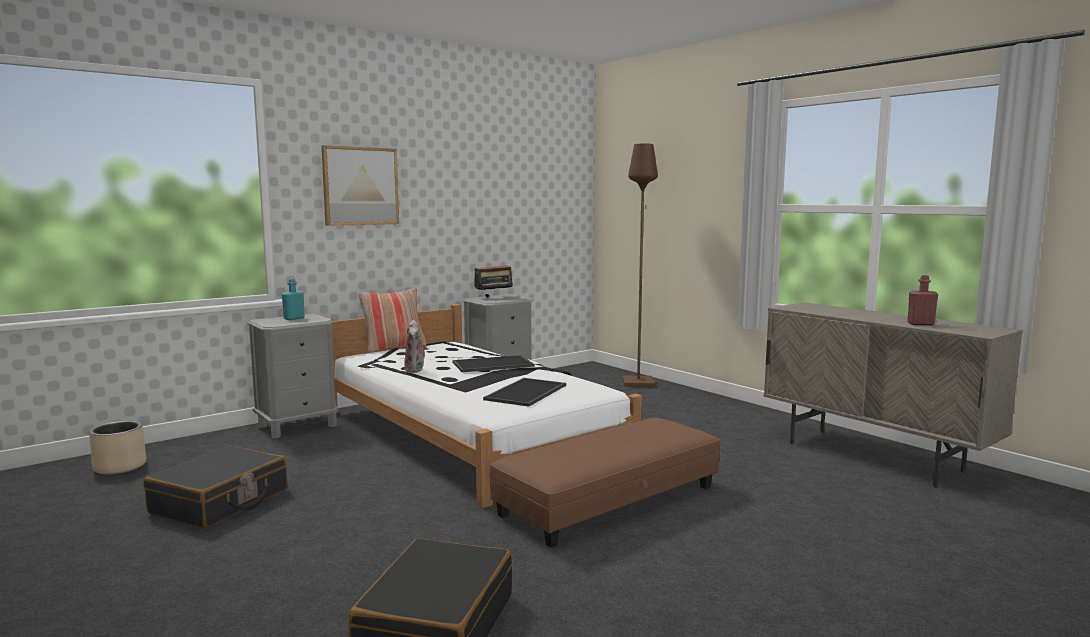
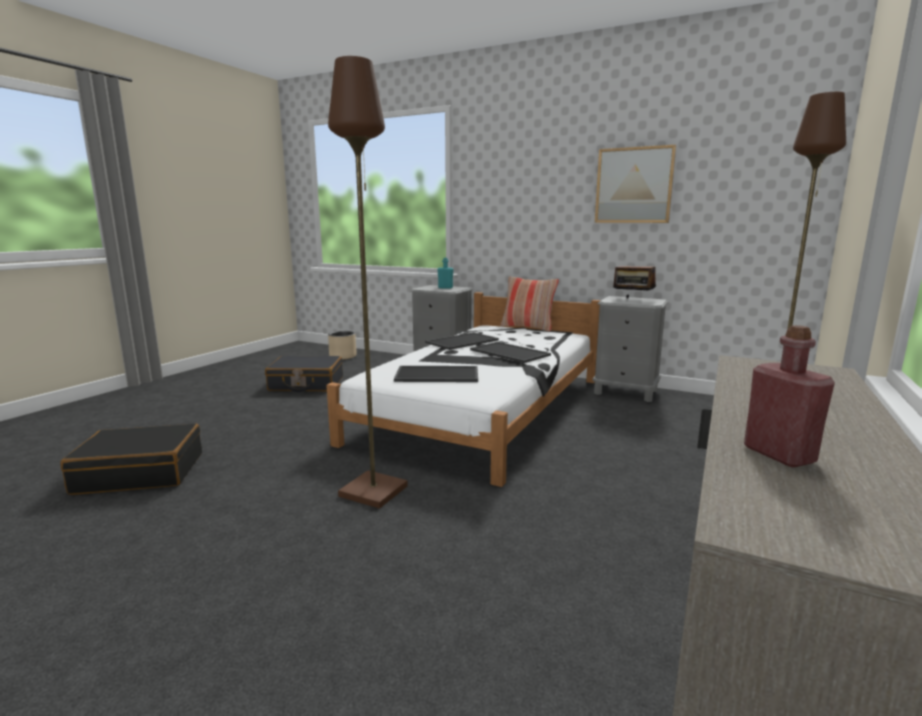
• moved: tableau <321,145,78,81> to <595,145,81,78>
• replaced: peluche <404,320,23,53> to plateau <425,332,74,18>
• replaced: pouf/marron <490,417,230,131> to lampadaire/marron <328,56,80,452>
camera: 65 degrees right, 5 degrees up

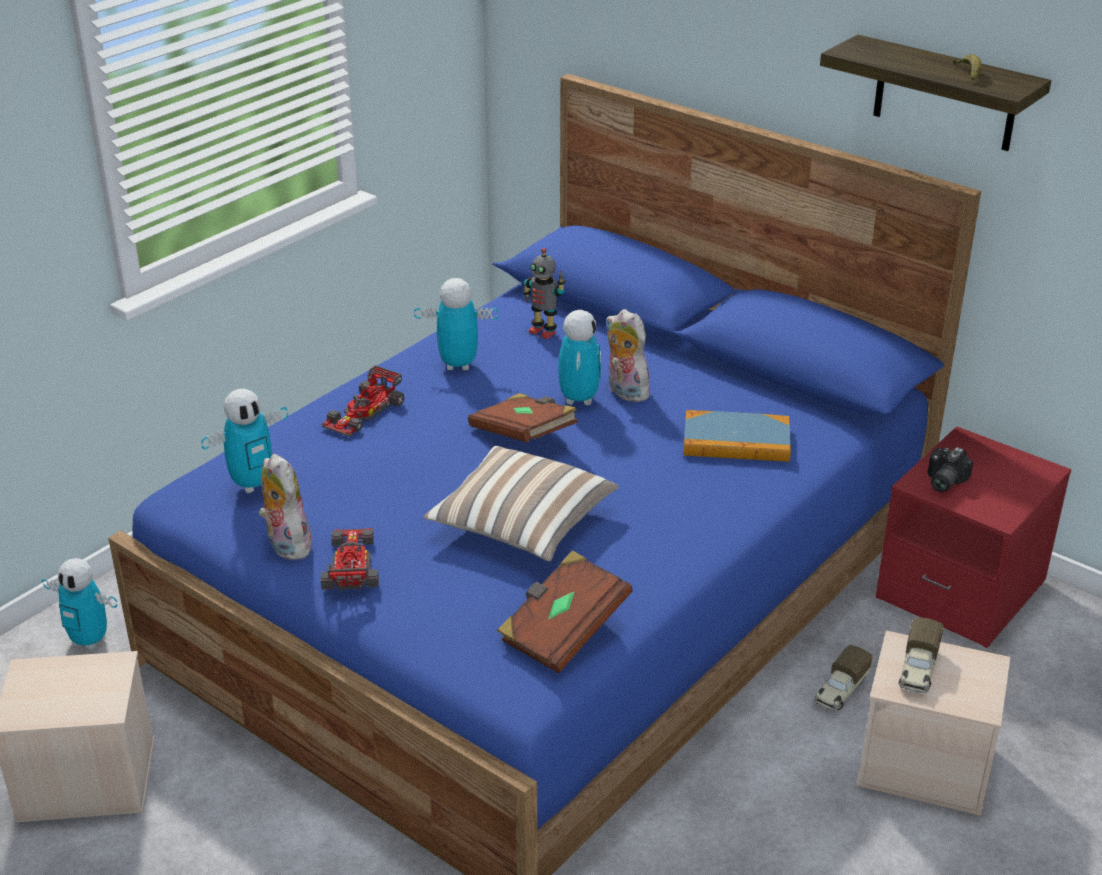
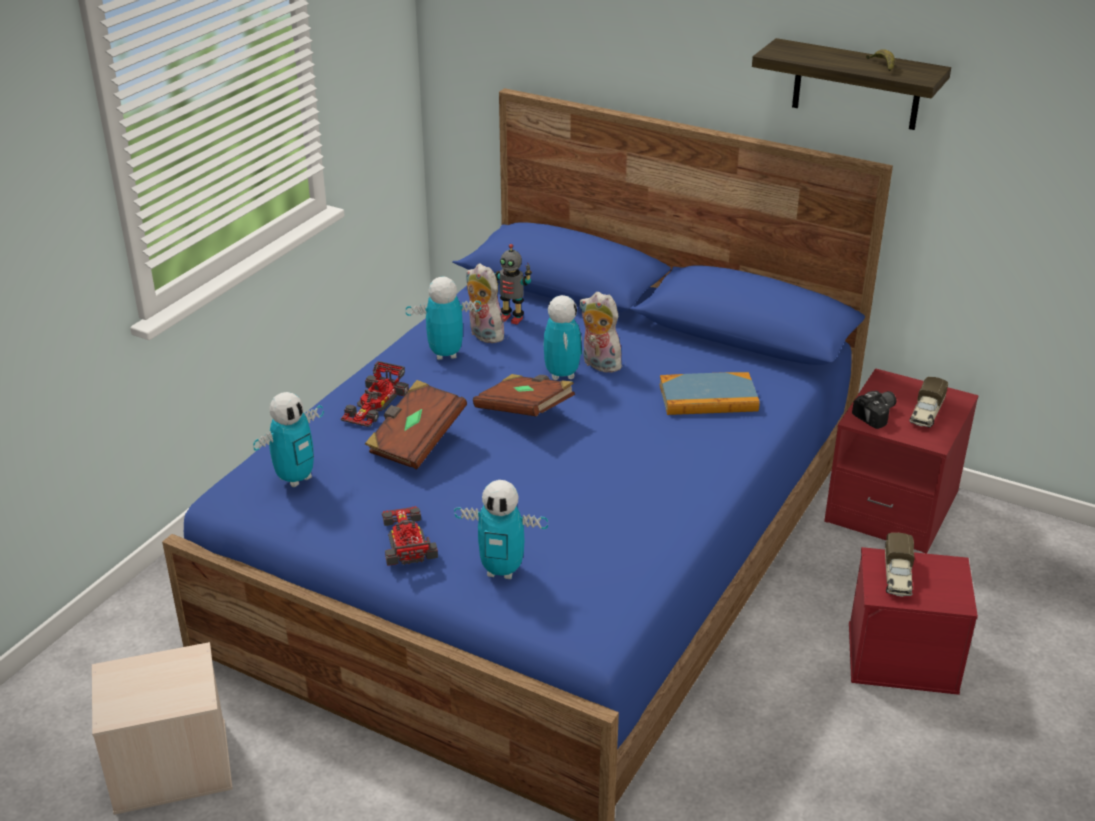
• removed: coussin <424,446,195,115>
• moved: robot jouet <42,558,75,92> to <454,480,94,99>
• moved: peluche <259,454,53,106> to <466,263,39,81>
• moved: livre/marron <497,550,136,123> to <365,380,102,90>
• moved: camion jouet <813,645,60,66> to <909,377,39,51>
• recoloured: boîte de rangement/beige <856,631,154,185> to boîte de rangement/rouge <849,547,129,148>
• turned: appareil photo <927,447,46,45> = <852,391,44,38> 150 degrees counterclockwise
camera: 10 degrees left, 0 degrees up

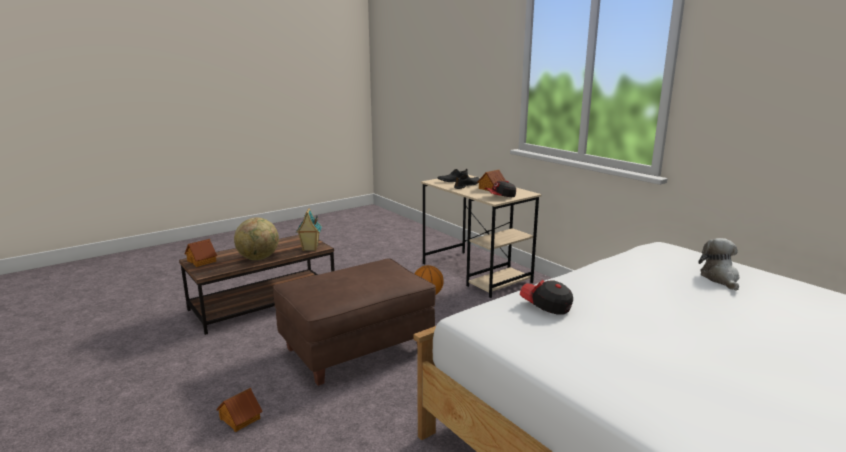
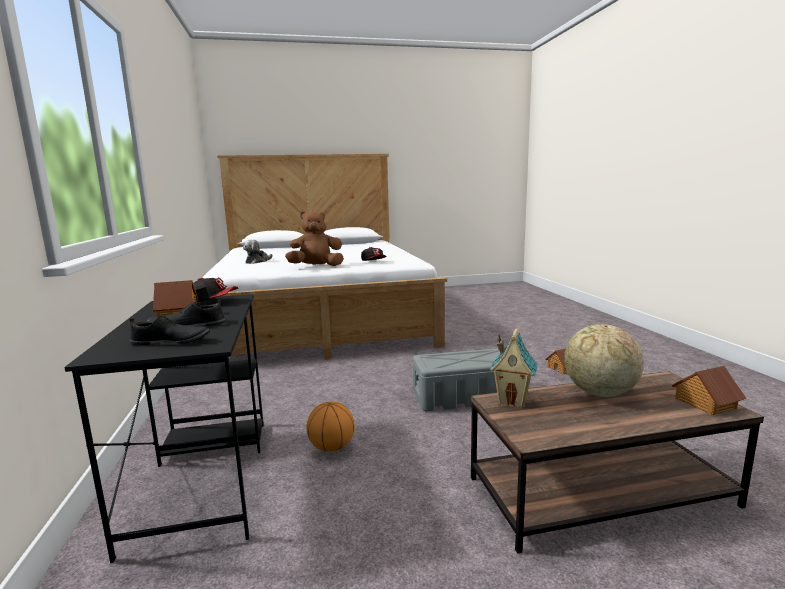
• added: peluche/marron <285,212,59,54>
• replaced: pouf/marron <273,258,163,128> to boîte de rangement/gris <413,348,87,63>
• recoloured: bureau/beige <421,175,121,123> to bureau/noir <64,294,200,269>
camera: 155 degrees left, 5 degrees down

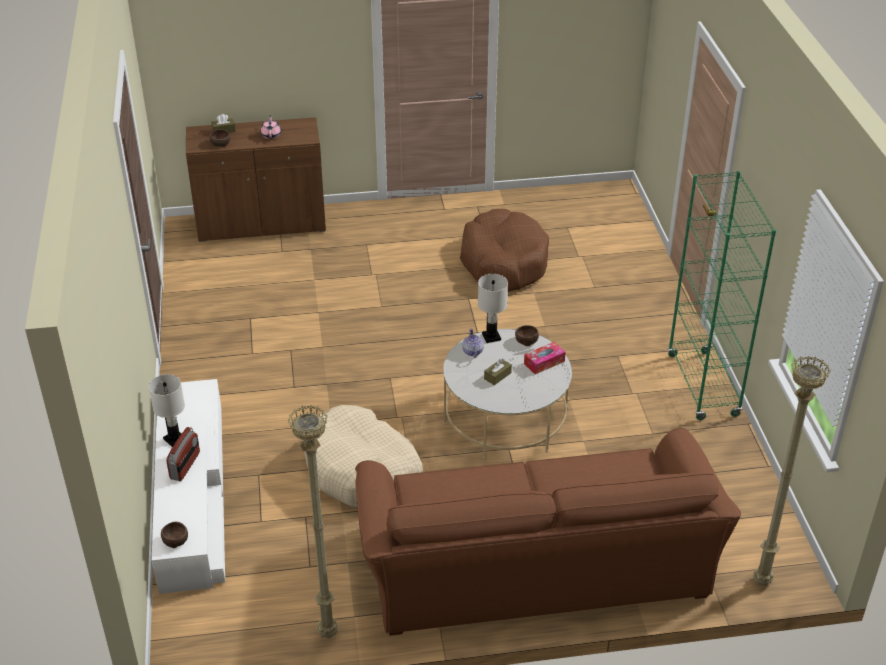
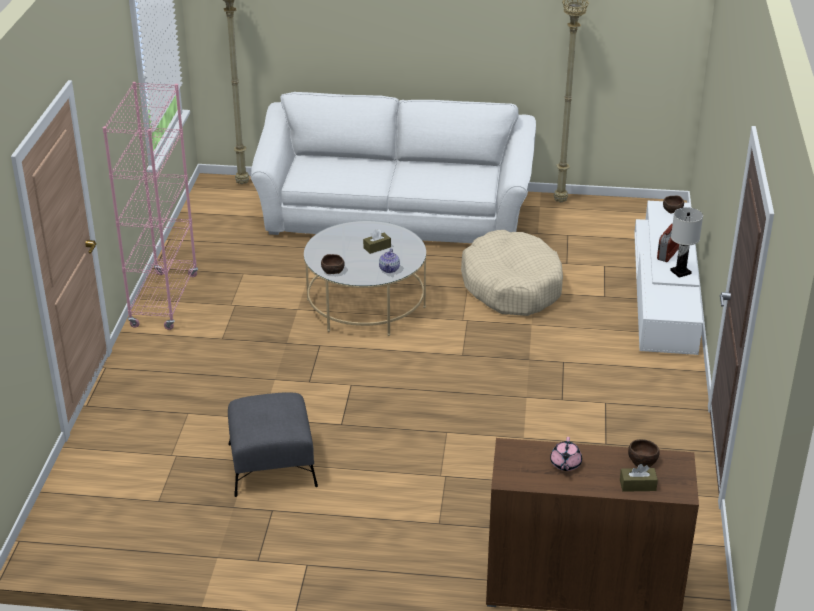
• removed: lampe de table/blanc <478,274,30,69>
• removed: boîte à mouchoirs <524,342,42,32>
• replaced: panier pour chien/marron <460,209,89,83> to pouf/gris <228,392,90,105>
• recoloured: canapé/marron <355,428,386,208> to canapé/blanc <251,92,285,151>
• recoloured: bibliothèque/vert <667,171,109,249> to bibliothèque/rose <103,82,95,248>
camera: 165 degrees left, 5 degrees down

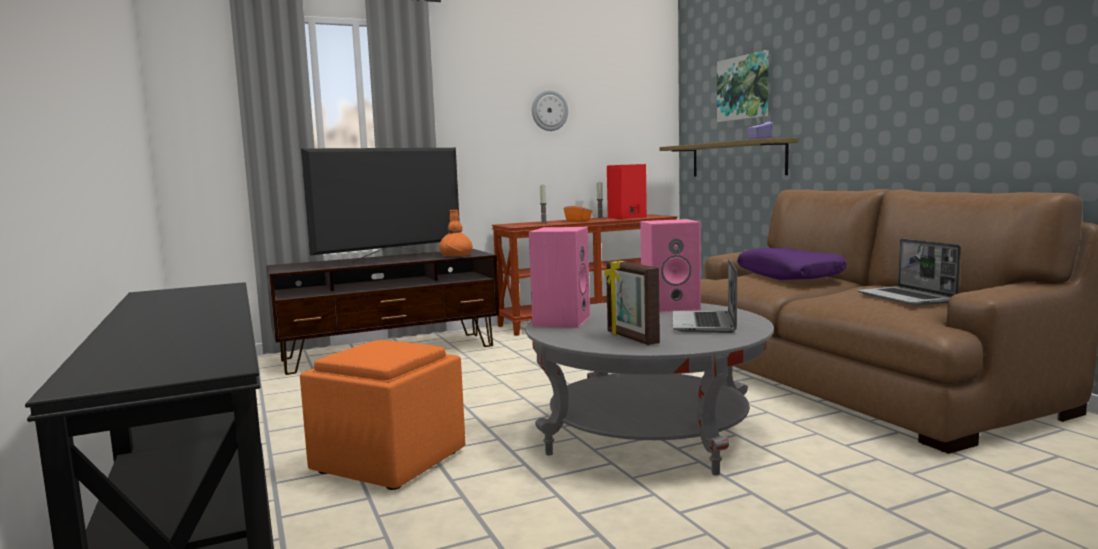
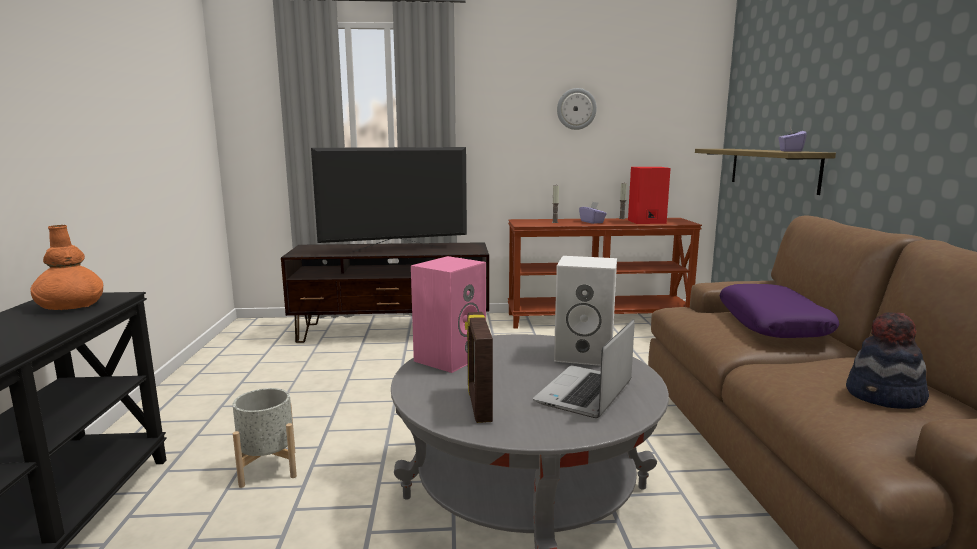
• removed: tableau <717,50,52,72>
• moved: vase/orange <439,209,34,47> to <31,225,72,85>
• replaced: pouf/orange <300,340,165,150> to cache-pot/gris <232,388,65,100>
• replaced: ordinateur portable <857,238,104,67> to chapeau <846,312,83,97>
• recoloured: boîte à mouchoirs/orange <564,201,29,21> to boîte à mouchoirs/violet <579,202,28,22>
• recoloured: enceinte/rose <640,219,61,94> to enceinte/blanc <554,256,63,110>
camera: 20 degrees right, 5 degrees up

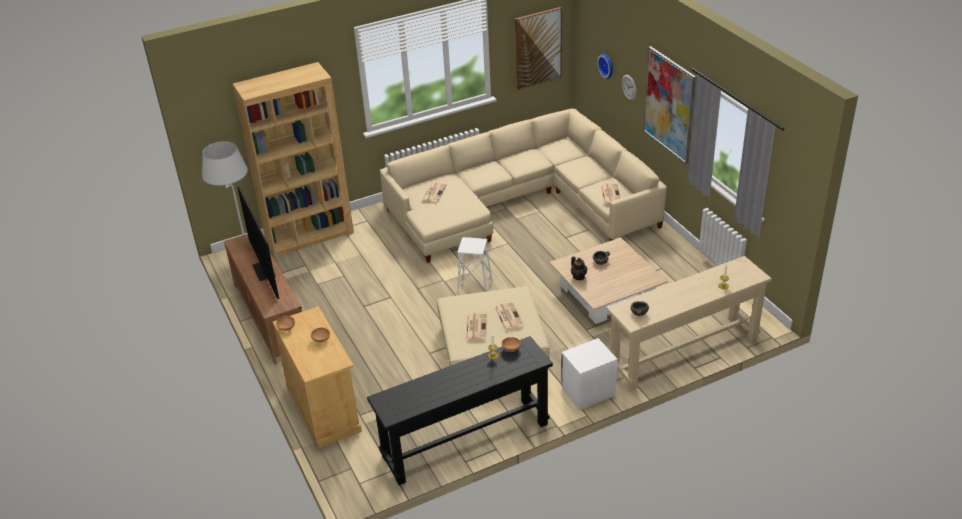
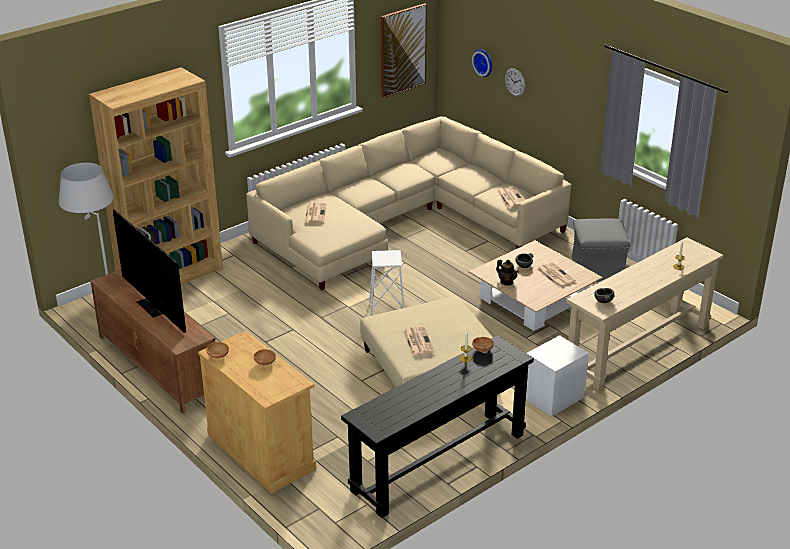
• removed: tableau <643,46,53,118>
• added: pouf/gris <571,219,59,62>
• moved: journal <494,302,30,28> to <537,262,39,25>
camera: 15 degrees left, 5 degrees down

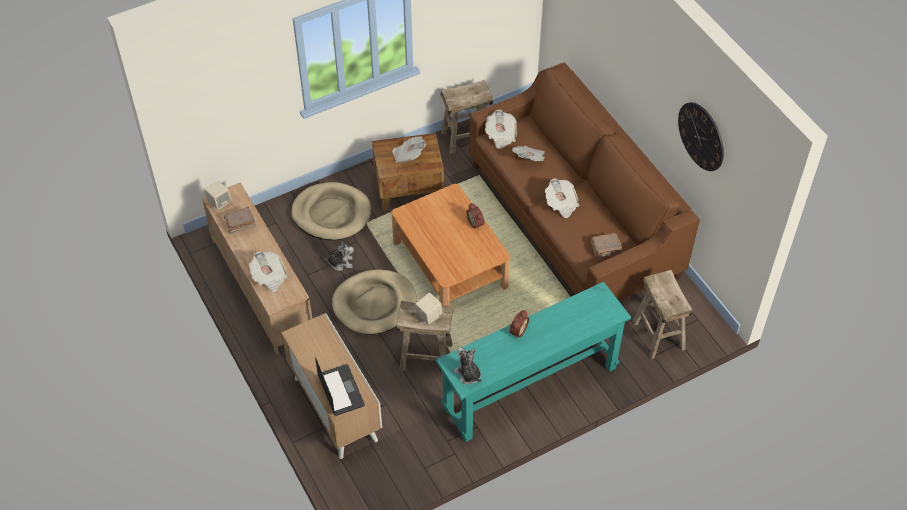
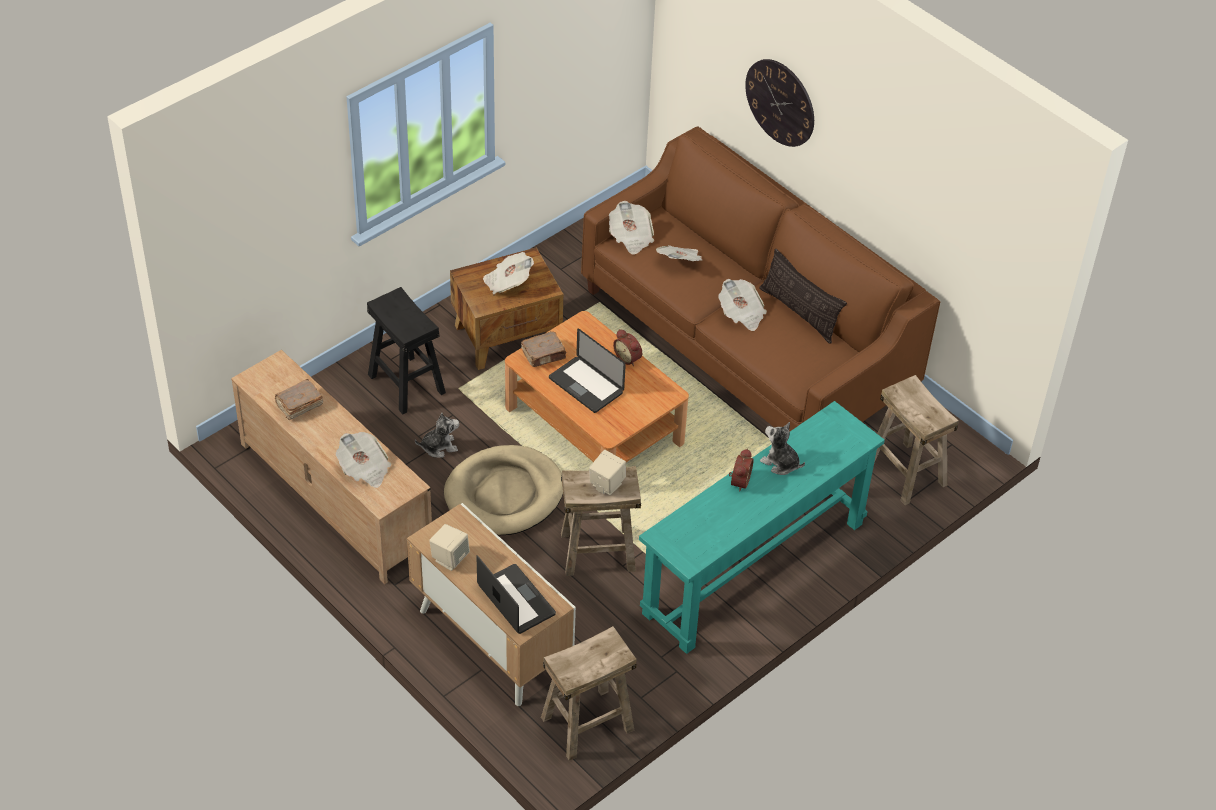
• added: ordinateur portable <549,329,77,84>
• added: coussin <759,249,88,95>
• moved: enceinte/beige <204,181,27,30> to <429,524,41,47>
• moved: tabouret/beige <441,80,52,75> to <541,626,96,135>
• moved: peluche <454,348,28,37> to <760,422,45,53>
• moved: livre/marron <591,233,32,25> to <521,331,46,36>
• moved: horloge murale <678,102,46,69> to <745,59,69,88>
• replaced: panier pour chien/beige <291,182,80,58> to tabouret/noir <367,287,79,127>
camera: 15 degrees left, 5 degrees down

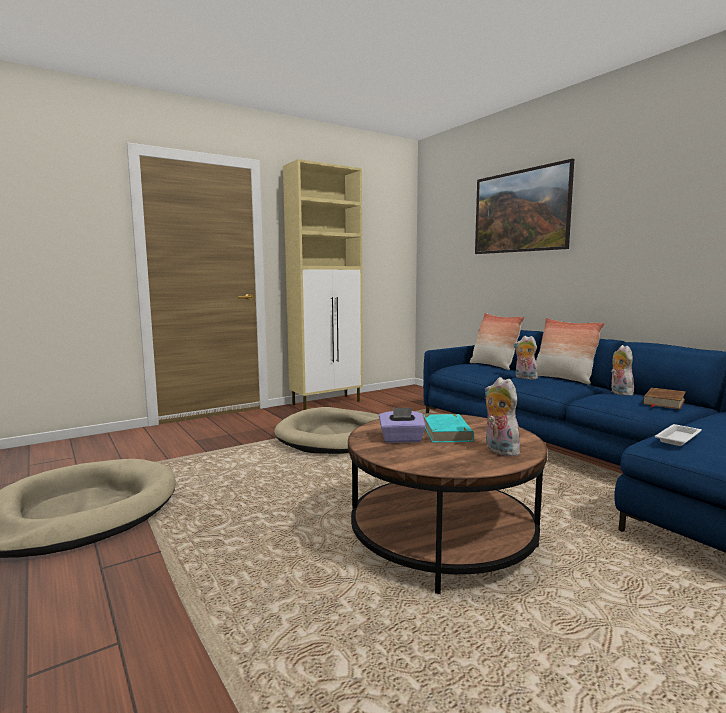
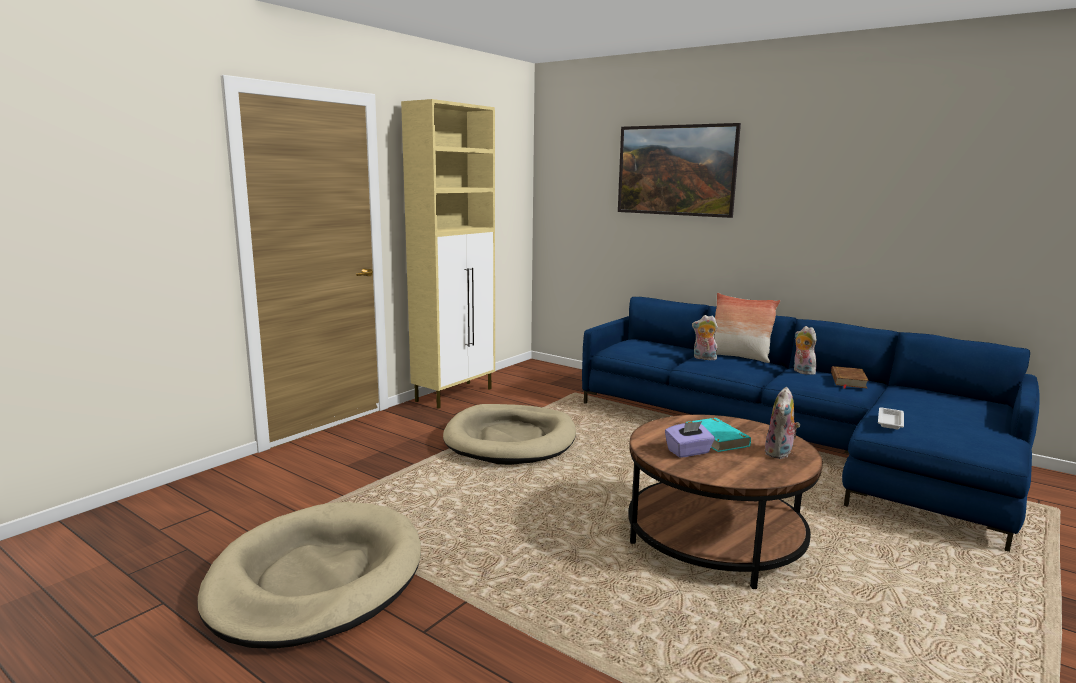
• removed: coussin <470,313,55,57>
• turned: peluche <485,377,37,79> = <764,387,36,72> 105 degrees counterclockwise
camera: 20 degrees left, 5 degrees up

